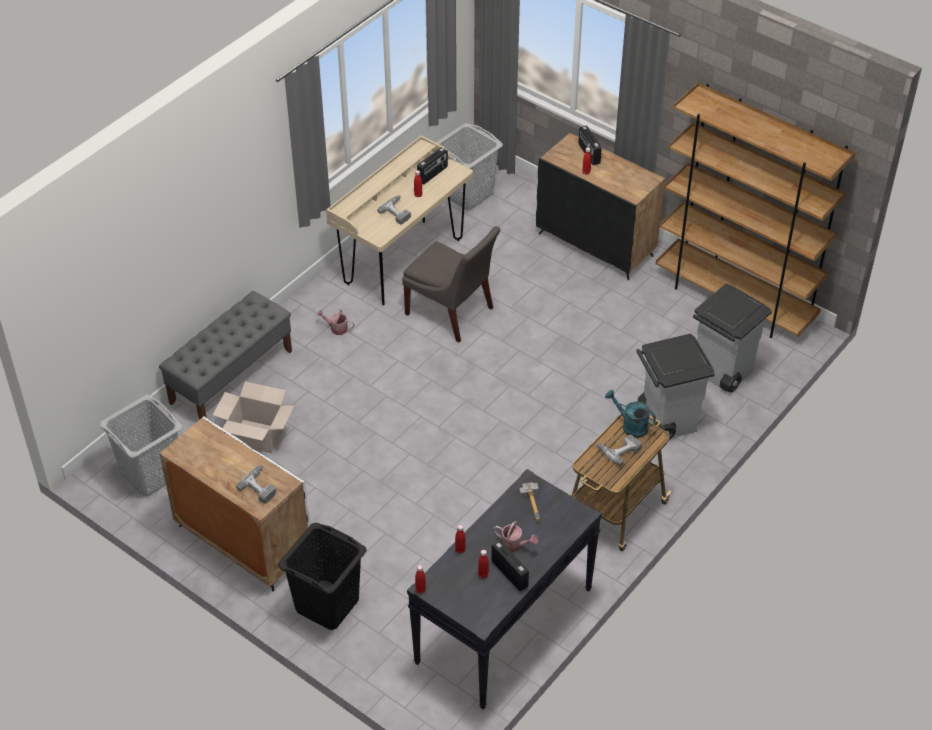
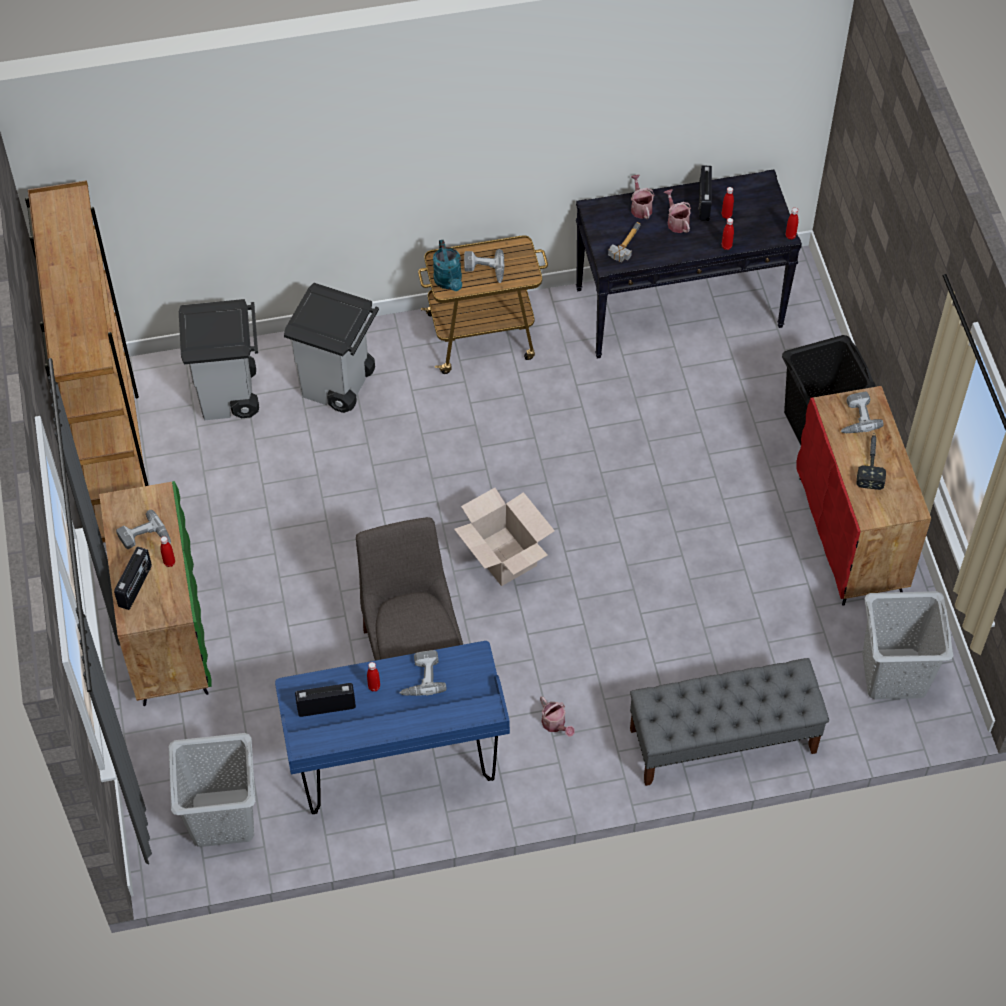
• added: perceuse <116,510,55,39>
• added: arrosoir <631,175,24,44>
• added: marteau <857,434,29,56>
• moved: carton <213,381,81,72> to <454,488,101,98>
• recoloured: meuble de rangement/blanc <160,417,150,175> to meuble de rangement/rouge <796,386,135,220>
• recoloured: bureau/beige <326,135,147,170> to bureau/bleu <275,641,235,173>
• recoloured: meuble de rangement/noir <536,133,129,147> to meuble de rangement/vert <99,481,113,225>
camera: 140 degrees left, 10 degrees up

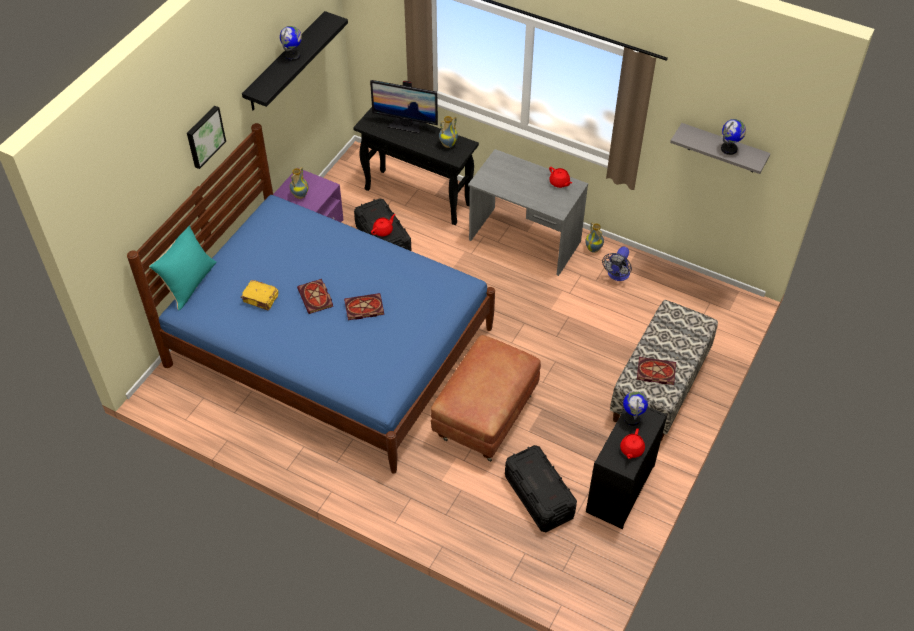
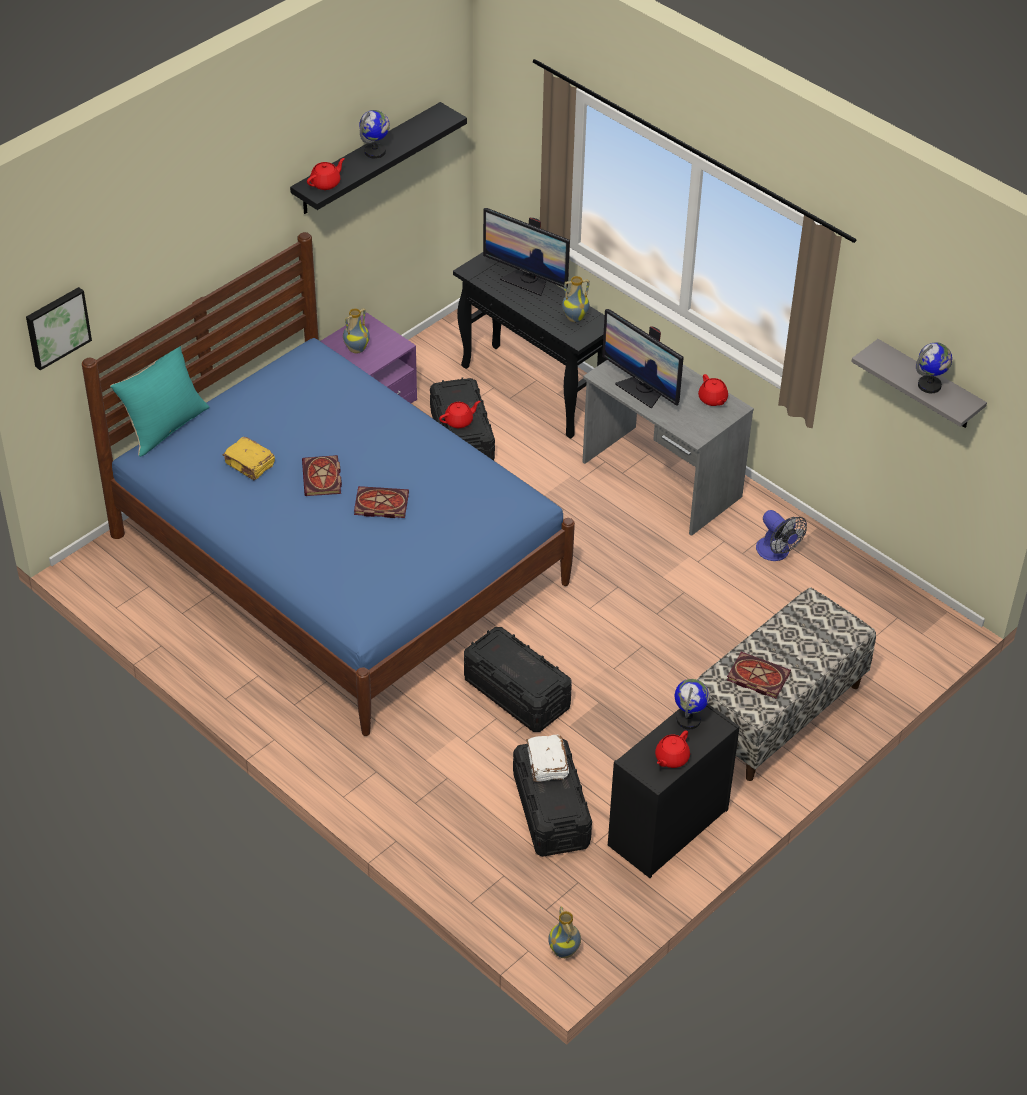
• added: théière/rouge <307,158,38,32>
• added: livre/blanc <526,735,43,47>
• added: écran d'ordinateur <602,309,82,100>
• moved: tableau <187,106,39,63> to <26,287,66,83>
• moved: vase <585,222,19,31> to <548,906,33,52>
• replaced: pouf/marron <431,335,110,127> to boîte de rangement/noir <464,627,108,105>
• turned: ventilateur <602,246,30,35> = <756,510,51,51> 75 degrees counterclockwise
camera: 15 degrees right, 5 degrees down

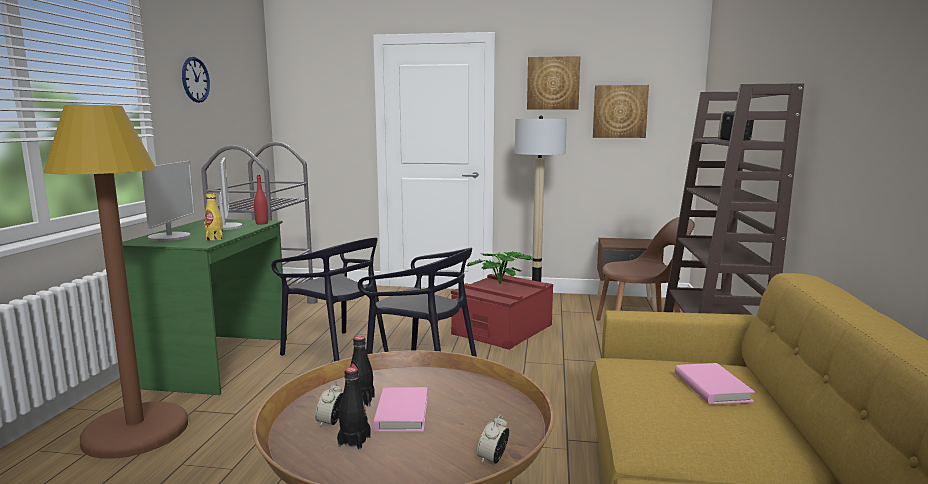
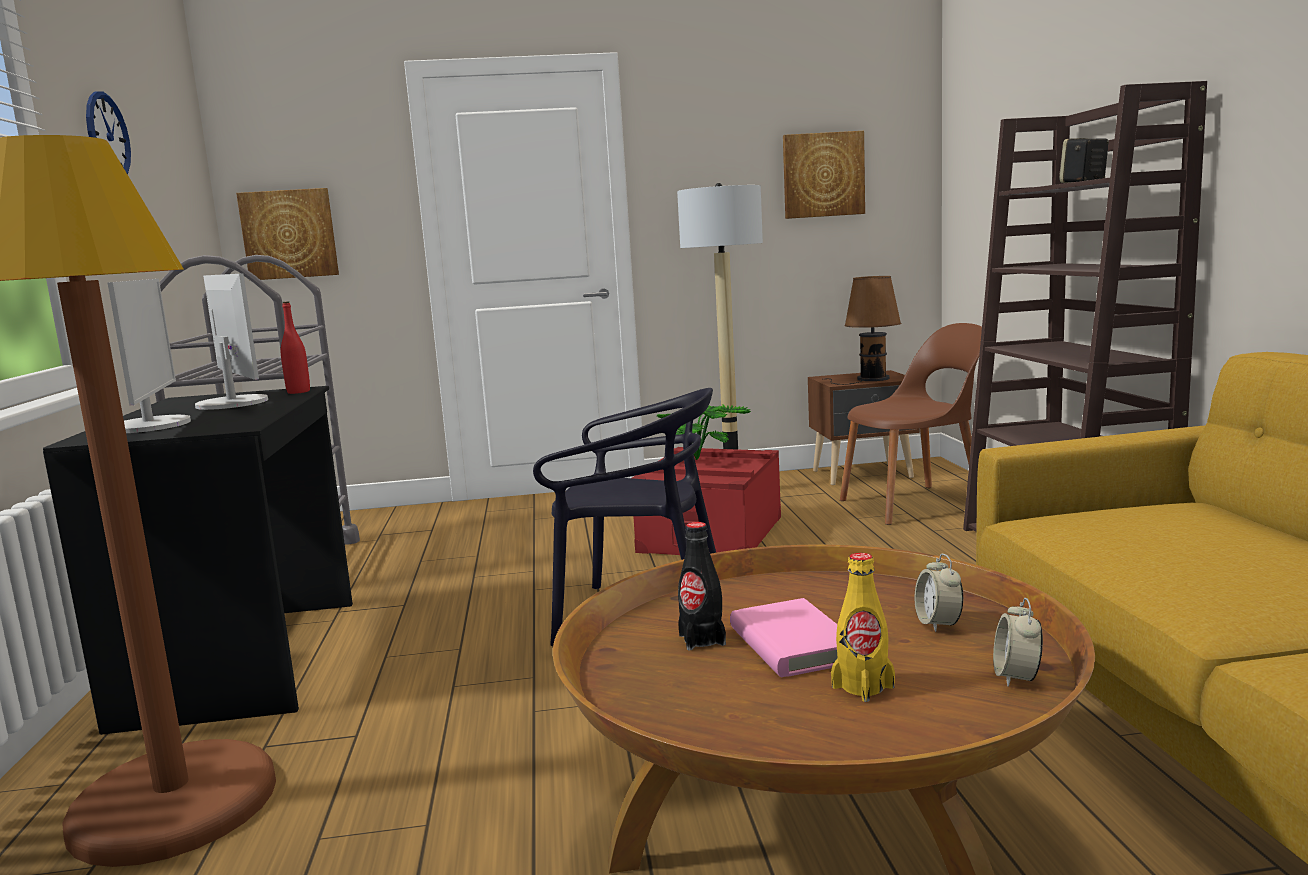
• removed: chaise/noir <271,238,117,124>
• removed: bouteille/noir <337,367,34,82>
• removed: livre/rose <675,363,80,41>
• added: lampe de table/marron <822,276,79,109>
• moved: bouteille/jaune <204,193,19,48> to <831,553,64,149>
• moved: réveil <315,381,28,46> to <915,554,48,78>
• moved: tableau <527,56,53,54> to <236,188,103,92>
• recoloured: bureau/vert <122,219,165,176> to bureau/noir <43,386,310,349>
camera: 15 degrees left, 0 degrees up

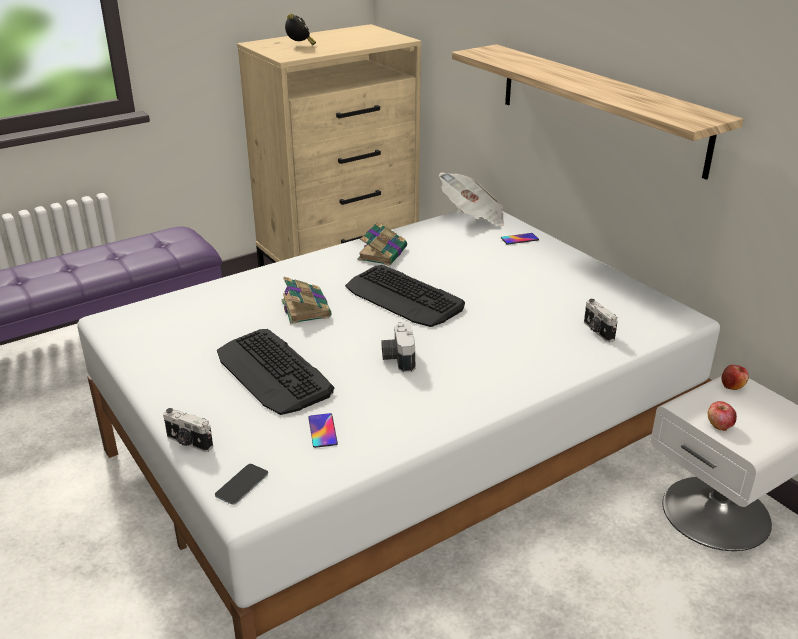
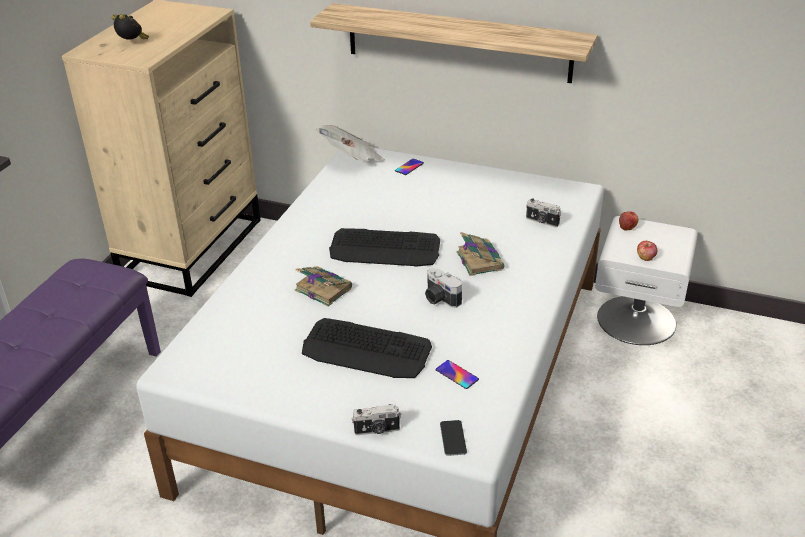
• moved: livre <357,222,50,44> to <457,232,48,44>
camera: 35 degrees left, 5 degrees up

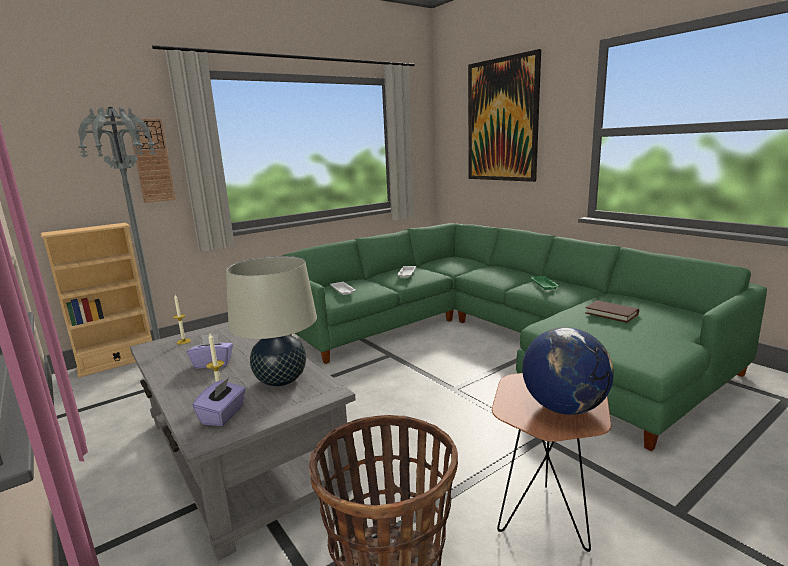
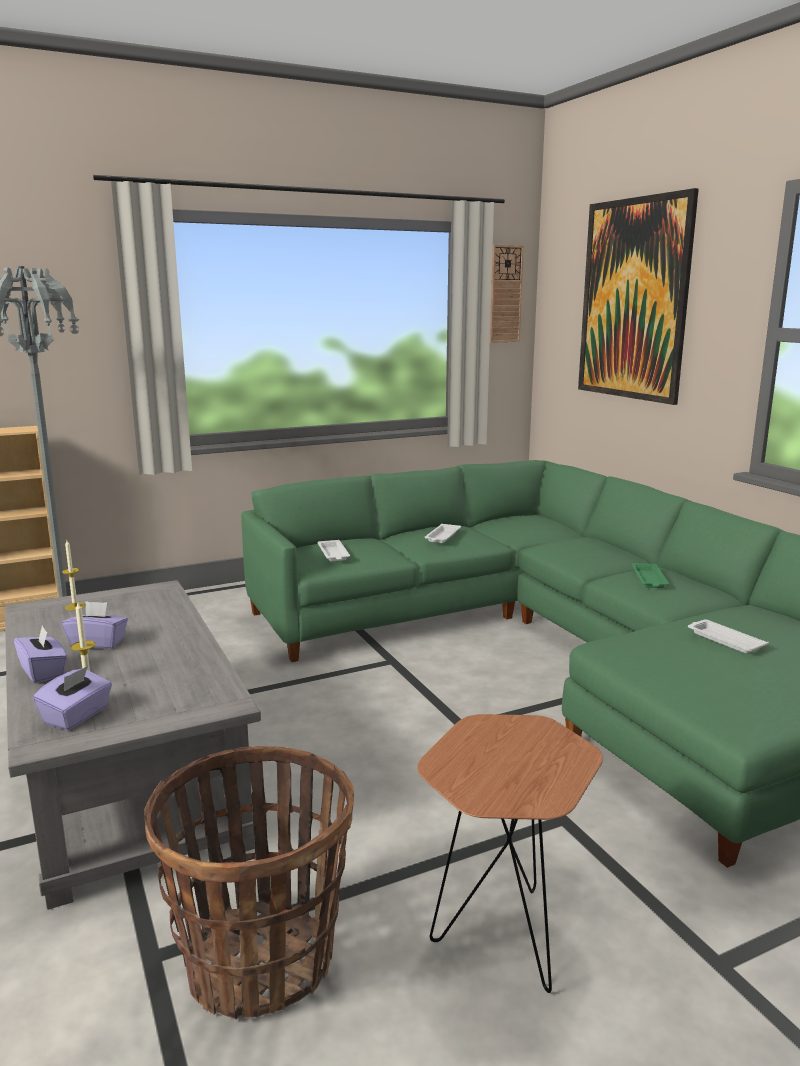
• removed: lampe de table/beige <226,256,91,130>
• removed: globe <522,327,92,88>
• added: boîte à mouchoirs/violet <14,625,54,58>
• moved: horloge murale <131,119,45,84> to <490,245,34,98>
• replaced: livre/marron <585,300,54,23> to plateau/blanc <688,619,81,34>
camera: 10 degrees right, 0 degrees up

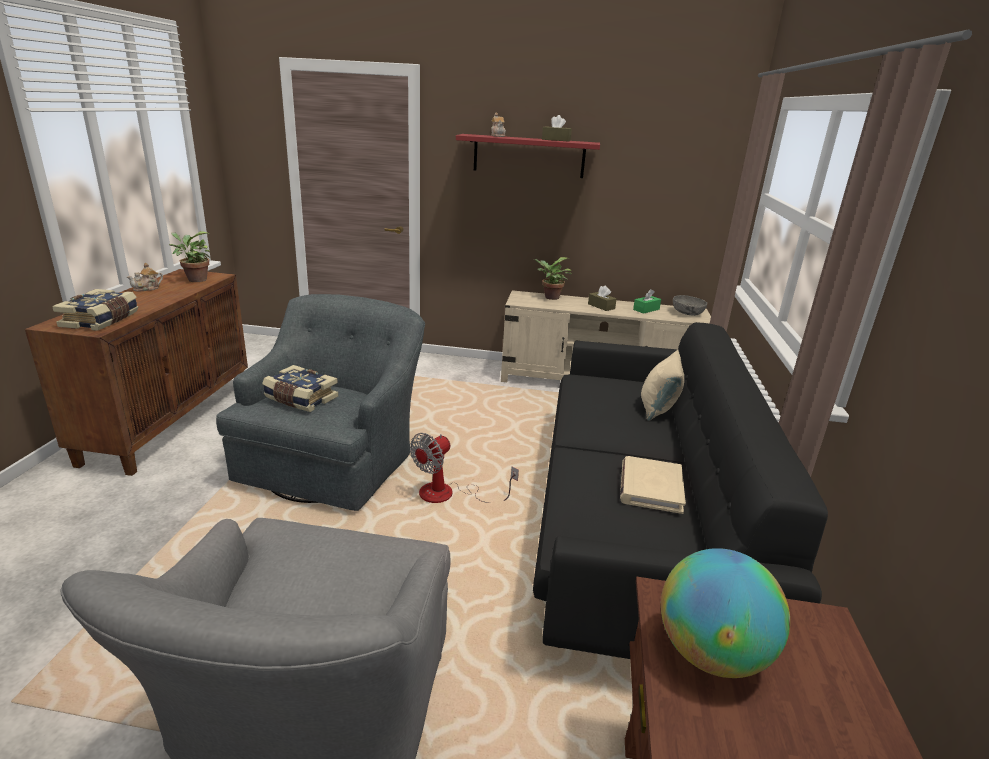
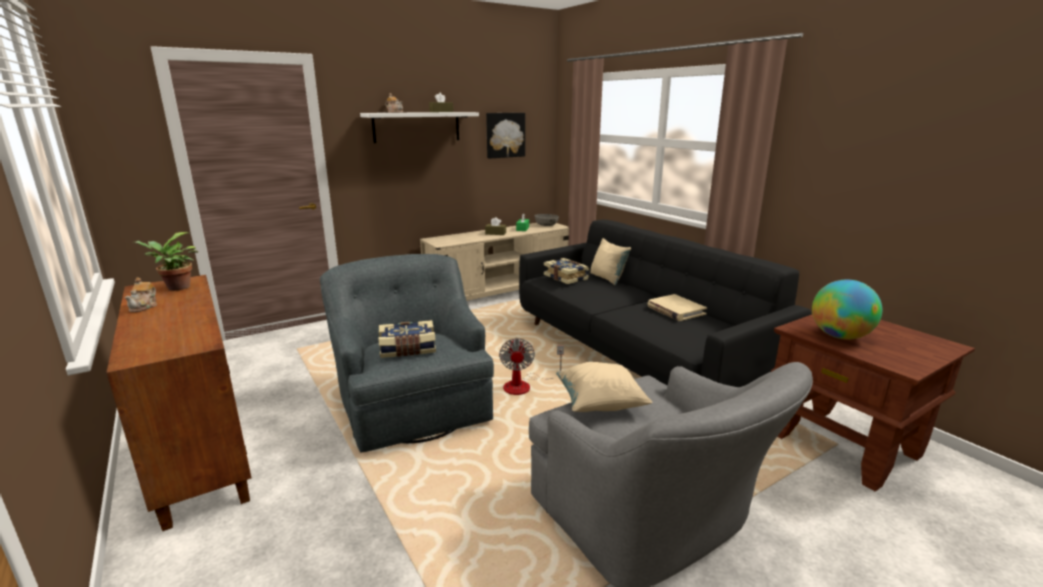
• removed: plante en pot <533,257,39,43>
• added: tableau <486,113,39,46>
• added: coussin/beige <556,362,97,50>
• moved: livre <52,289,86,42> to <544,258,45,26>
• recoloured: étagère/rouge <456,134,144,44> to étagère/blanc <360,112,119,31>
camera: 40 degrees left, 5 degrees down

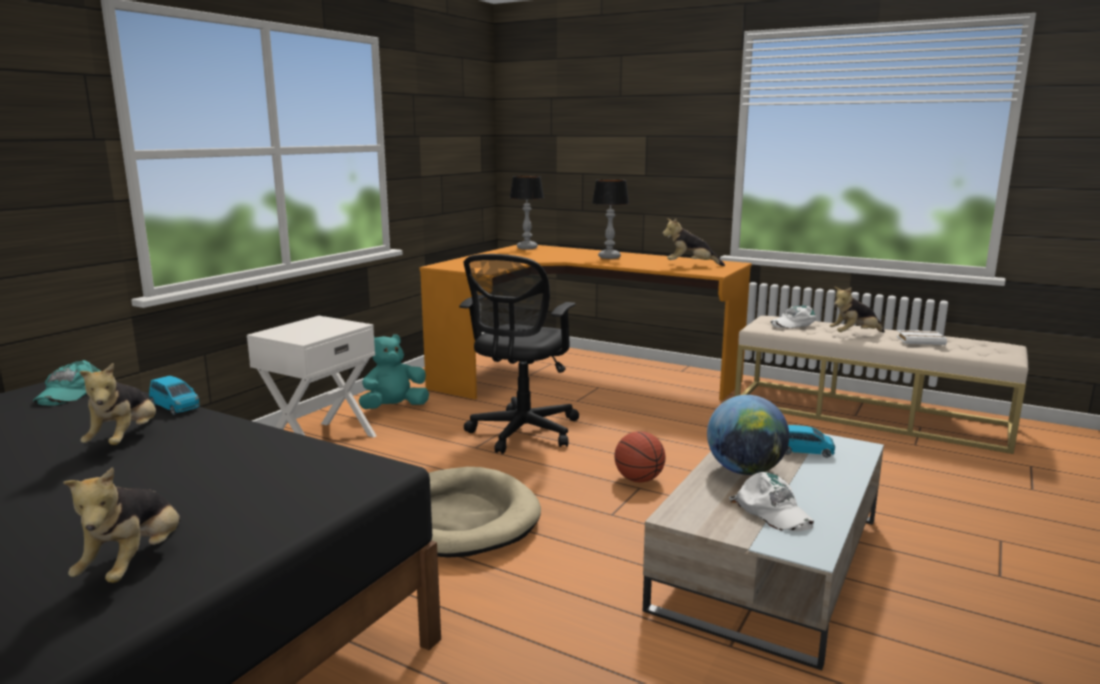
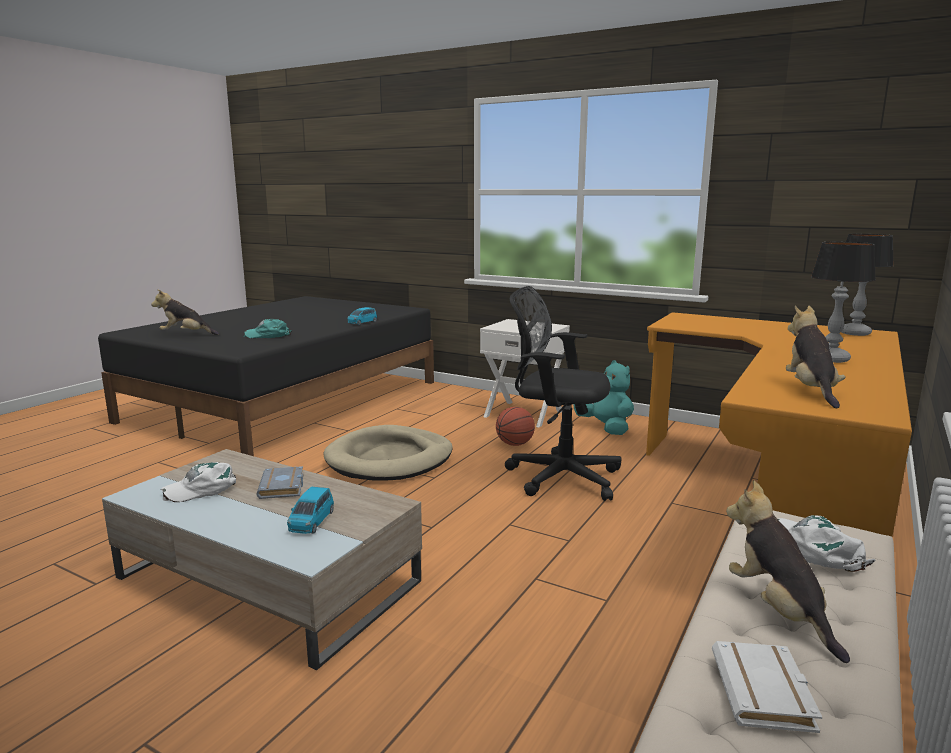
• removed: peluche <79,363,77,82>
• moved: casquette/turquoise <33,360,67,46> to <244,319,48,19>
• moved: ballon de basket <615,431,51,52> to <496,407,39,39>
• replaced: globe <707,395,82,80> to livre/gris <256,466,48,33>
camera: 90 degrees right, 0 degrees up

